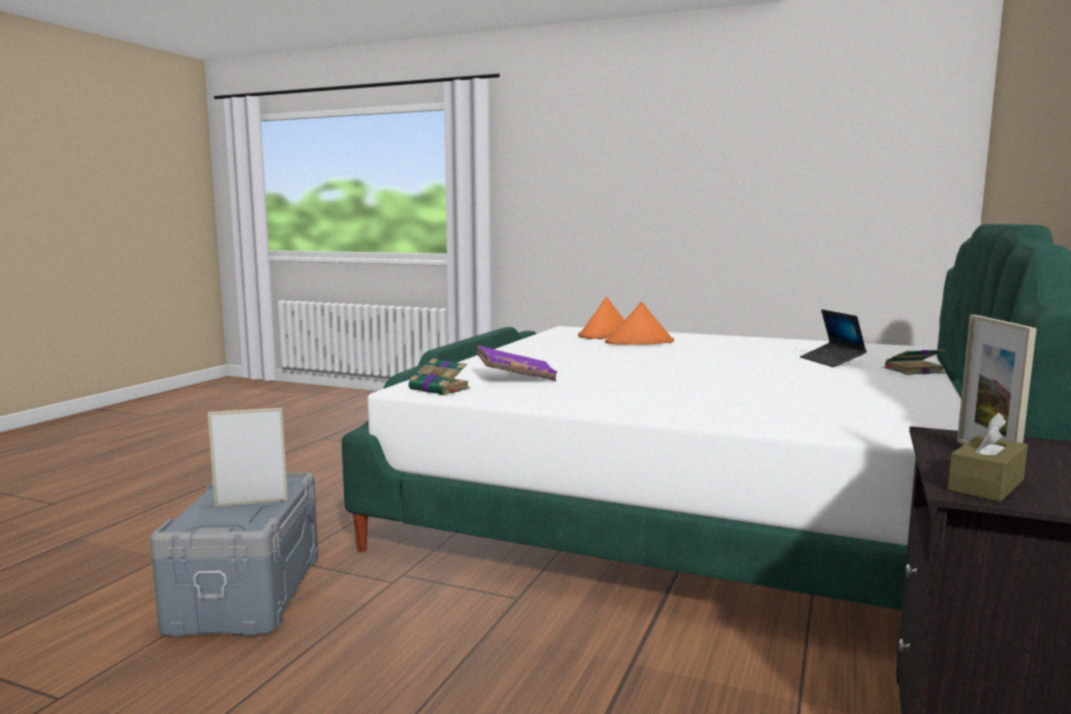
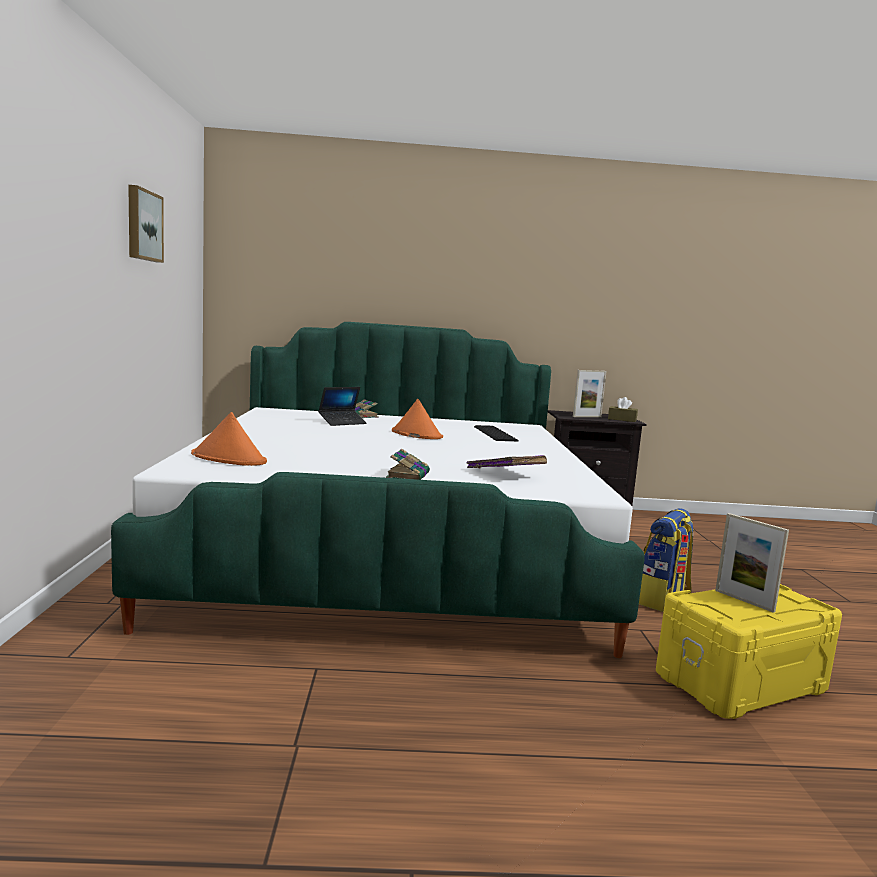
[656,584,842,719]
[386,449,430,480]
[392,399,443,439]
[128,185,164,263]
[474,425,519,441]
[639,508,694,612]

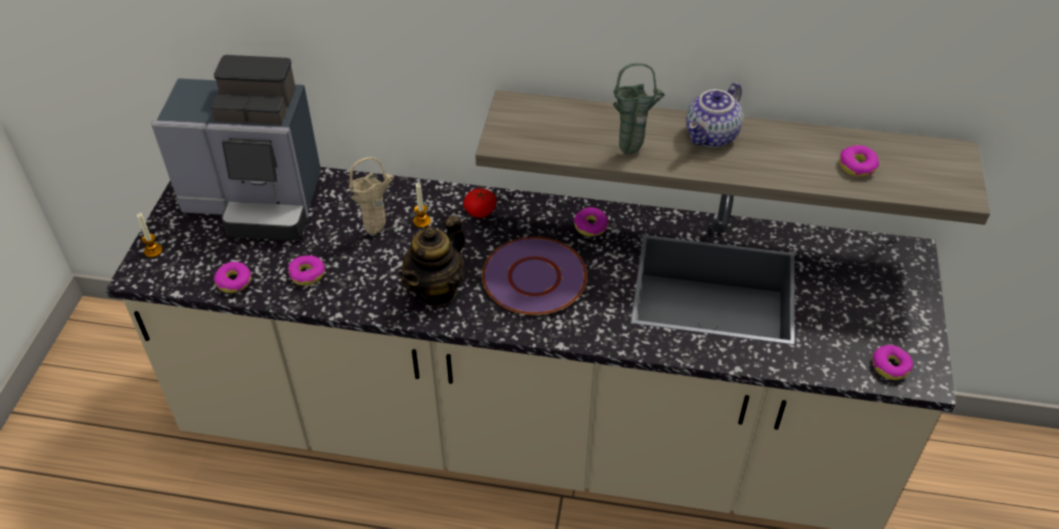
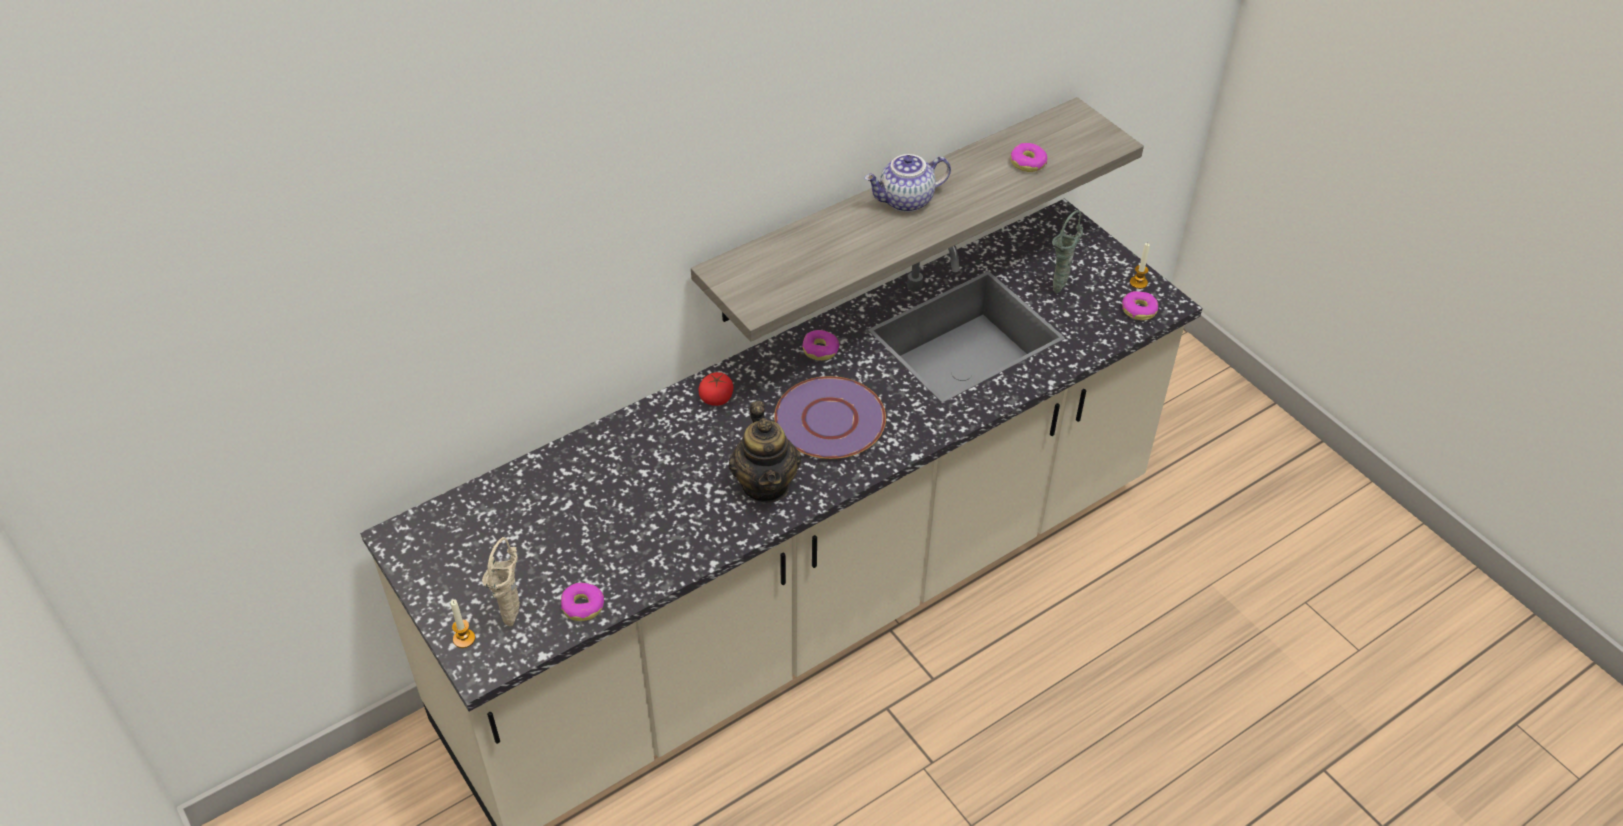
[151,55,321,241] (first image)
[288,255,325,286] (first image)
[482,537,520,626]
[1130,243,1150,289]
[1052,210,1083,294]
[864,154,951,212]

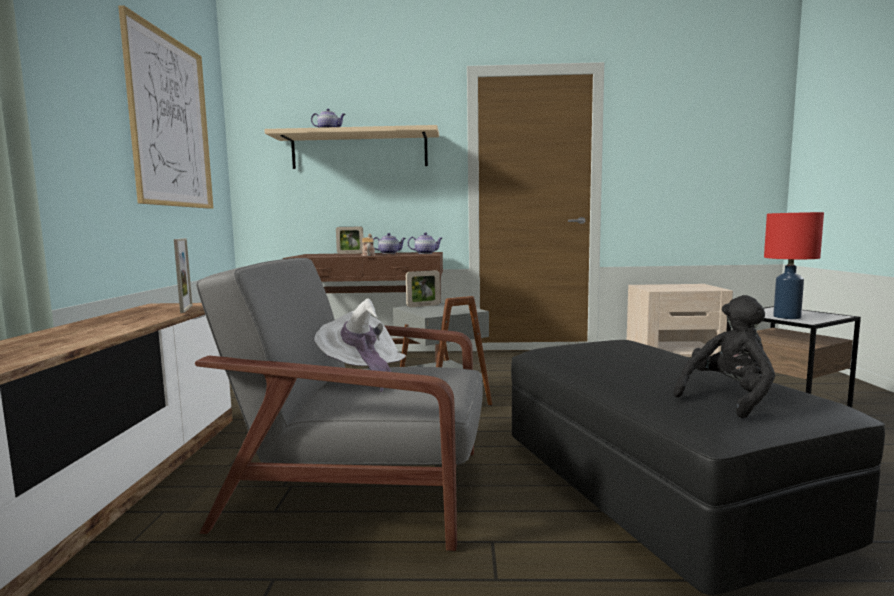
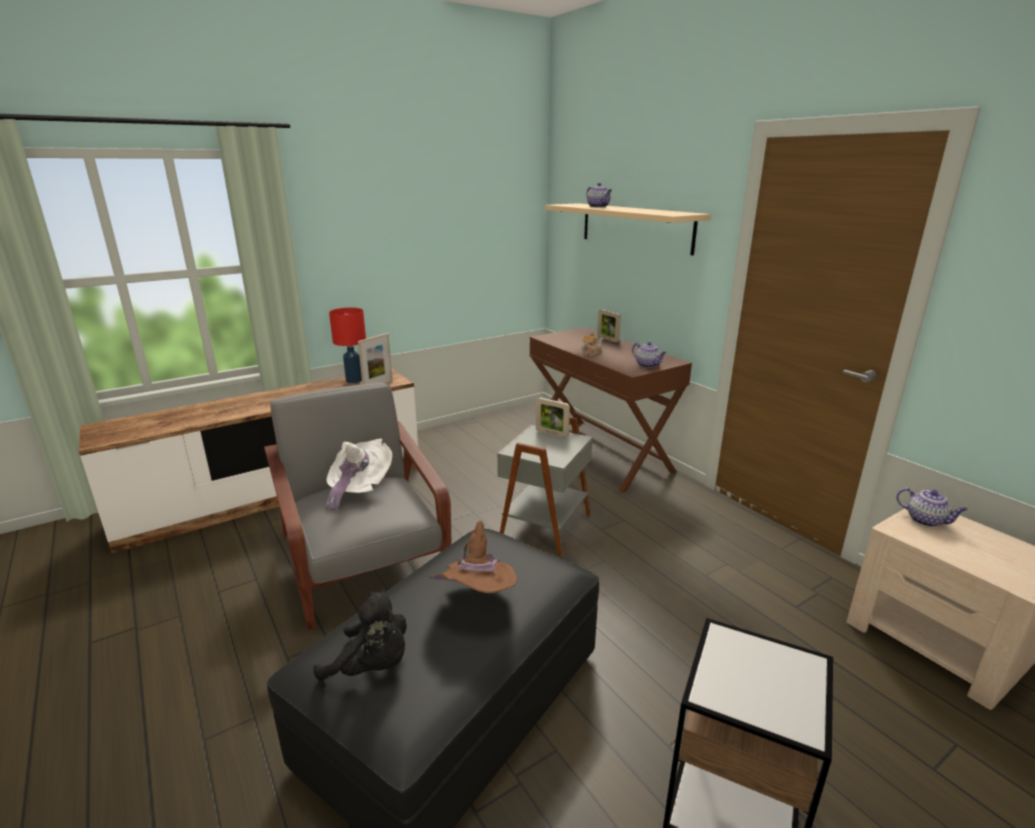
[118,5,213,209] (first image)
[896,488,968,527]
[329,308,366,383]
[428,521,517,593]

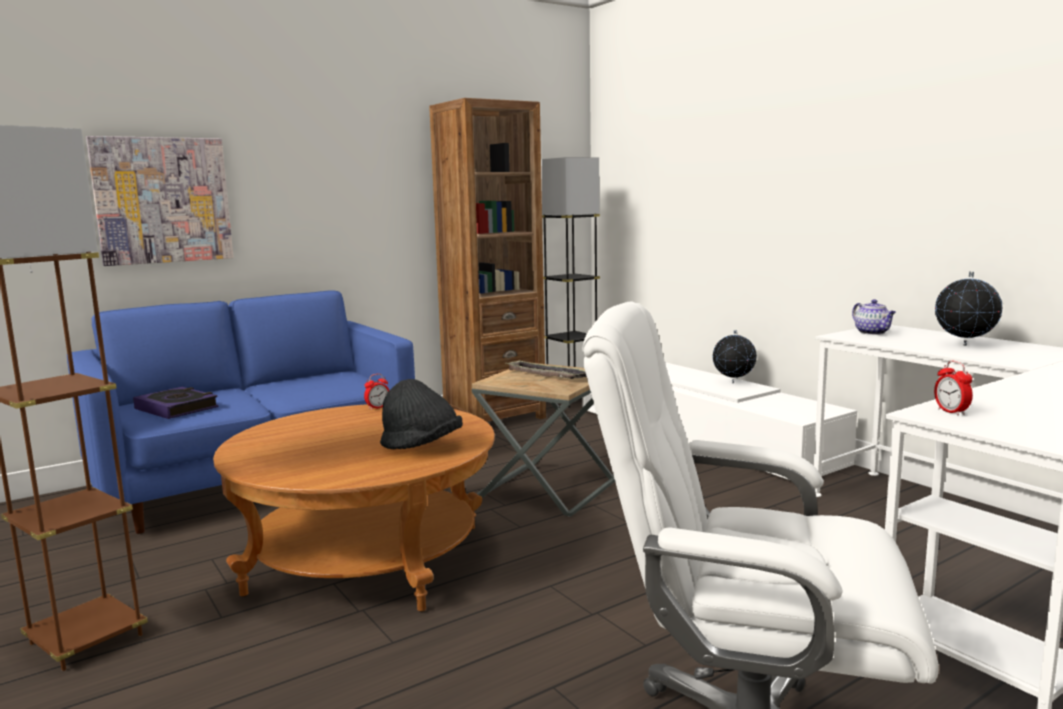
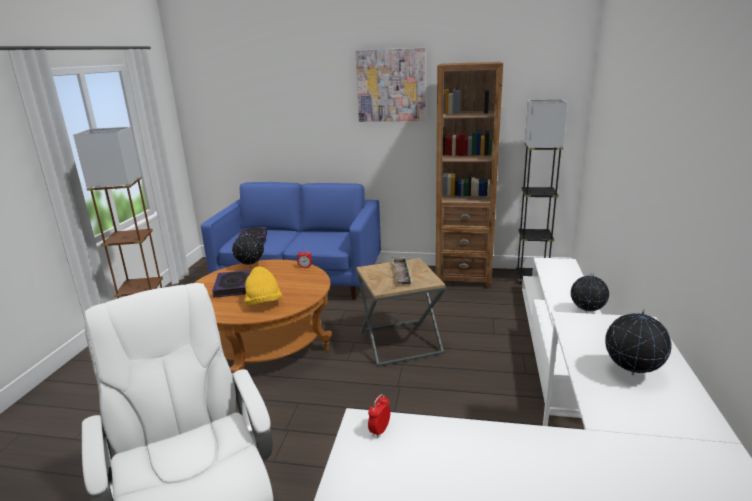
[356,48,426,122]
[244,266,282,305]
[852,299,896,335] (first image)
[212,270,250,298]
[232,231,264,268]

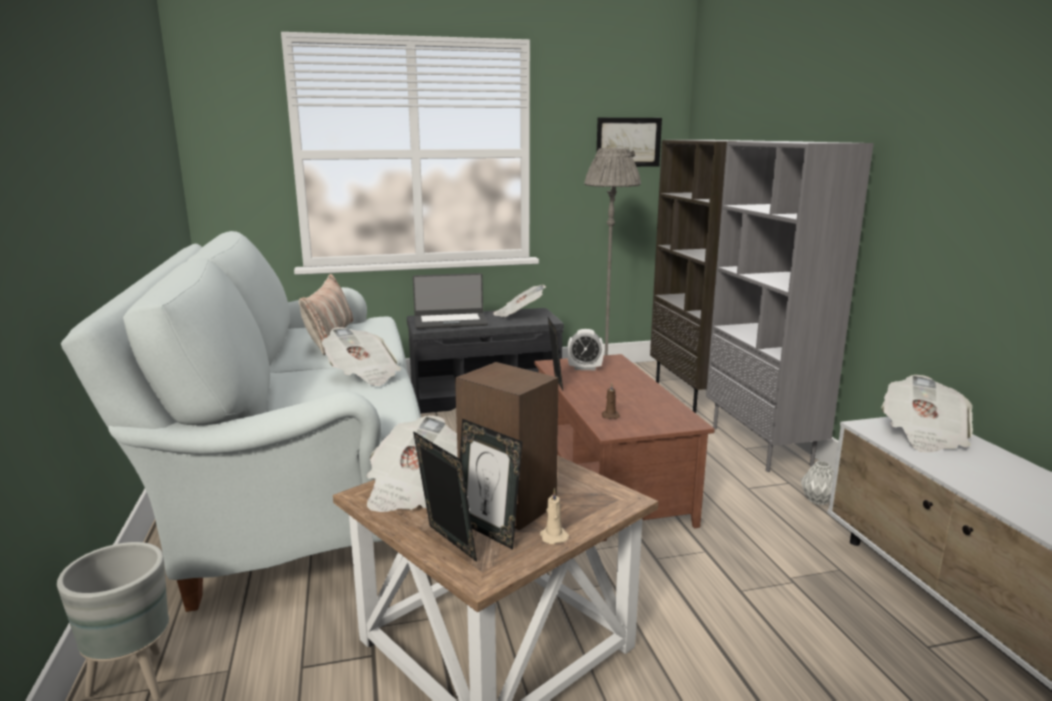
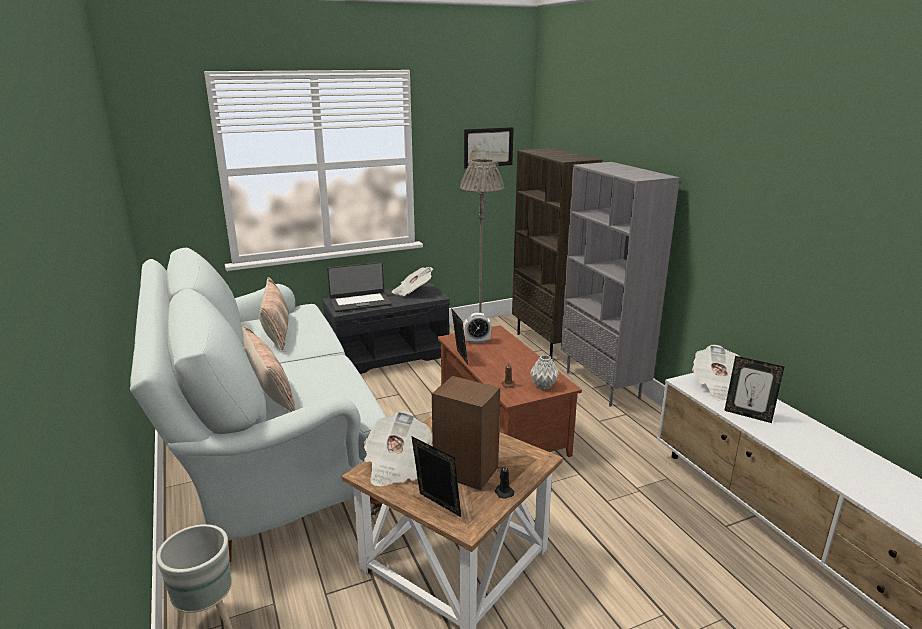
[322,327,401,386] (first image)
[724,356,784,423]
[495,463,514,499]
[530,355,559,389]
[242,325,295,412]

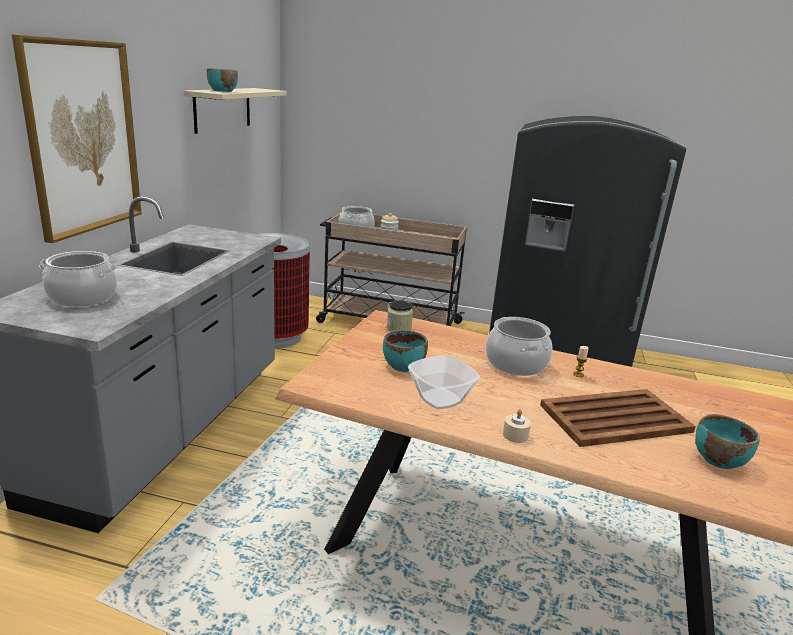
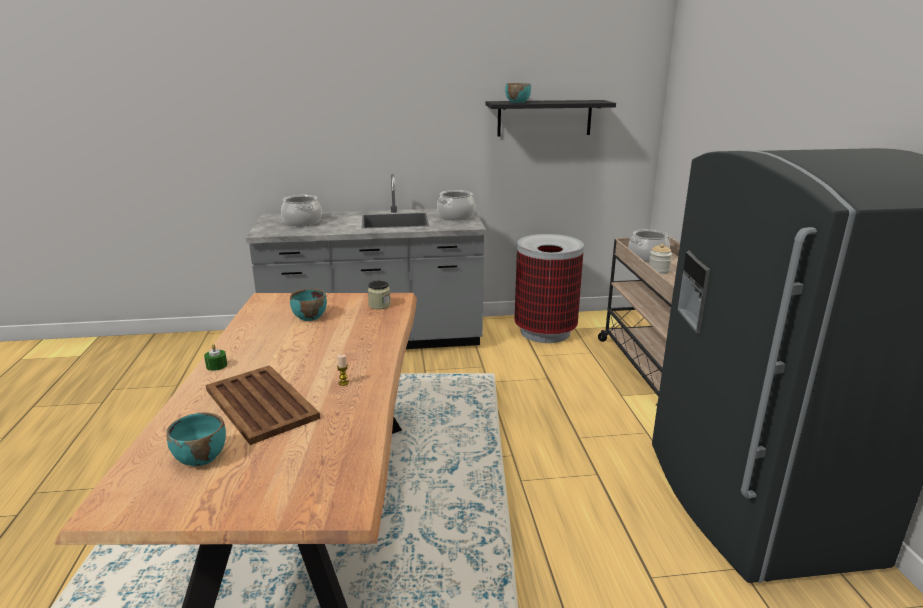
[12,34,142,243] (first image)
[485,100,616,137]
[408,355,480,409] (first image)
[437,190,475,220]
[204,344,227,371]

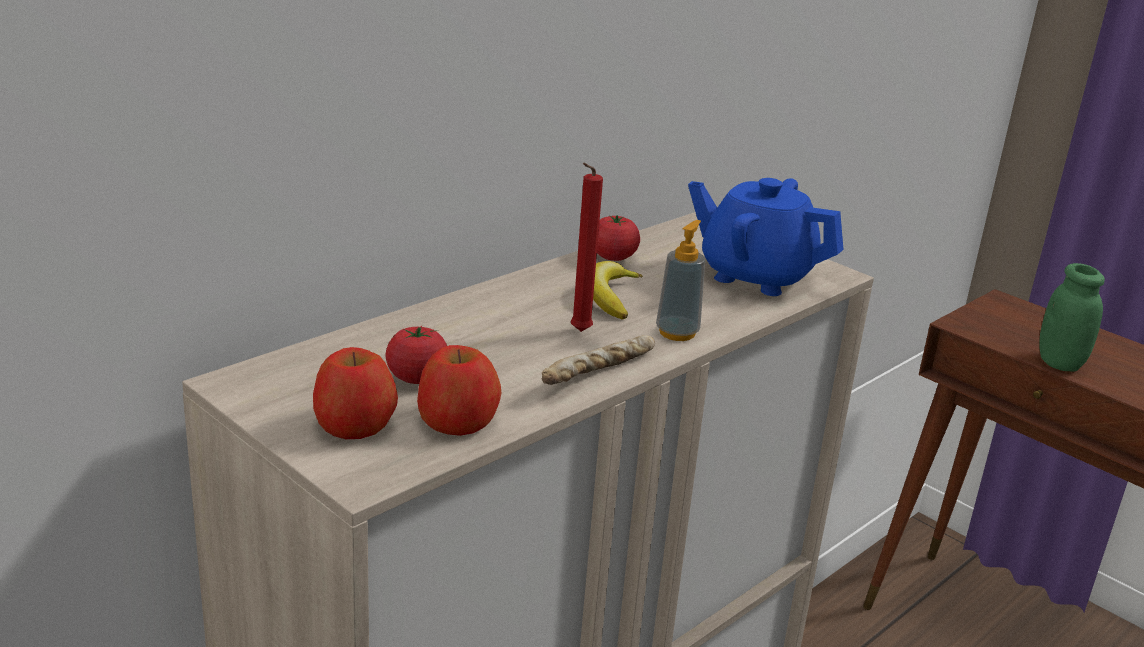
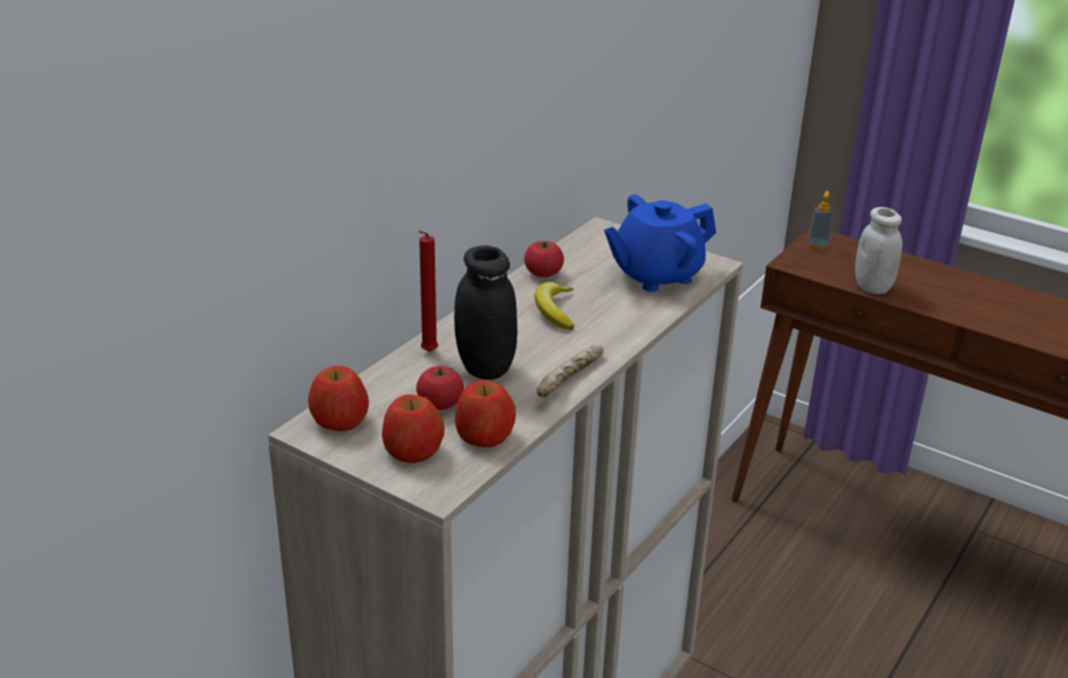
[419,231,438,352]
[808,191,833,250]
[604,194,716,292]
[855,207,902,294]
[308,366,369,431]
[454,245,517,380]

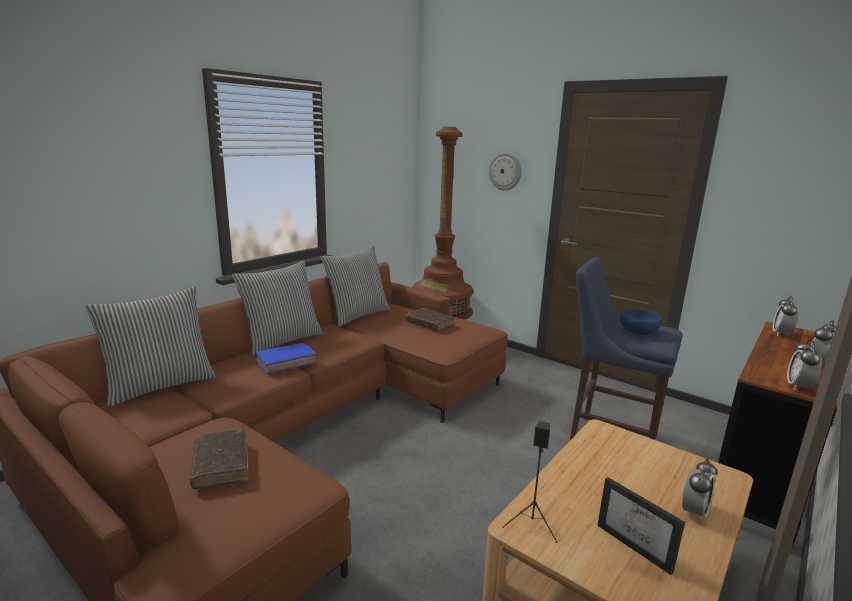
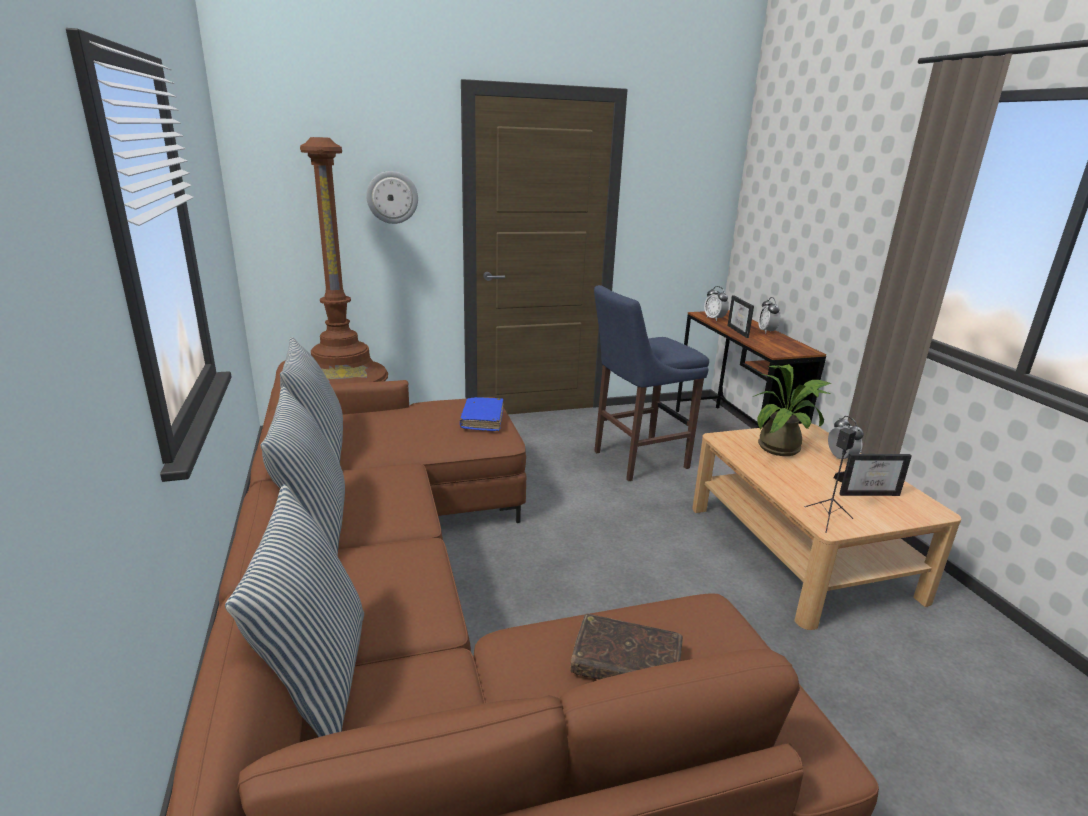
[460,397,503,431]
[406,308,455,331] (first image)
[620,309,662,335] (first image)
[787,339,822,390] (first image)
[727,295,754,338]
[753,364,832,456]

